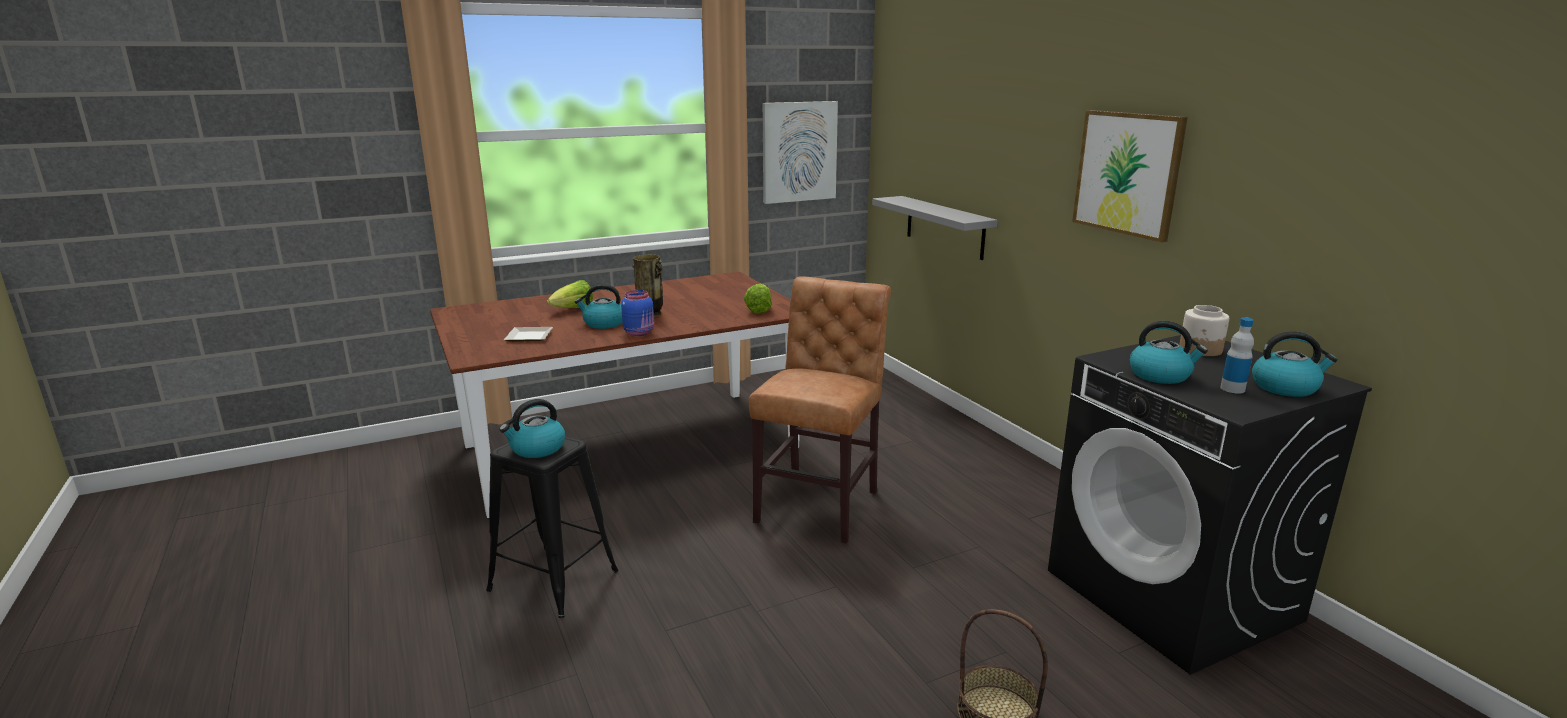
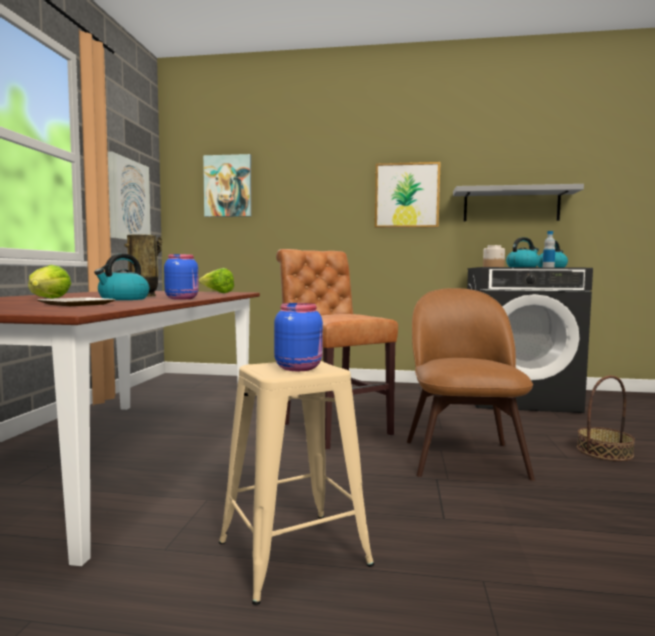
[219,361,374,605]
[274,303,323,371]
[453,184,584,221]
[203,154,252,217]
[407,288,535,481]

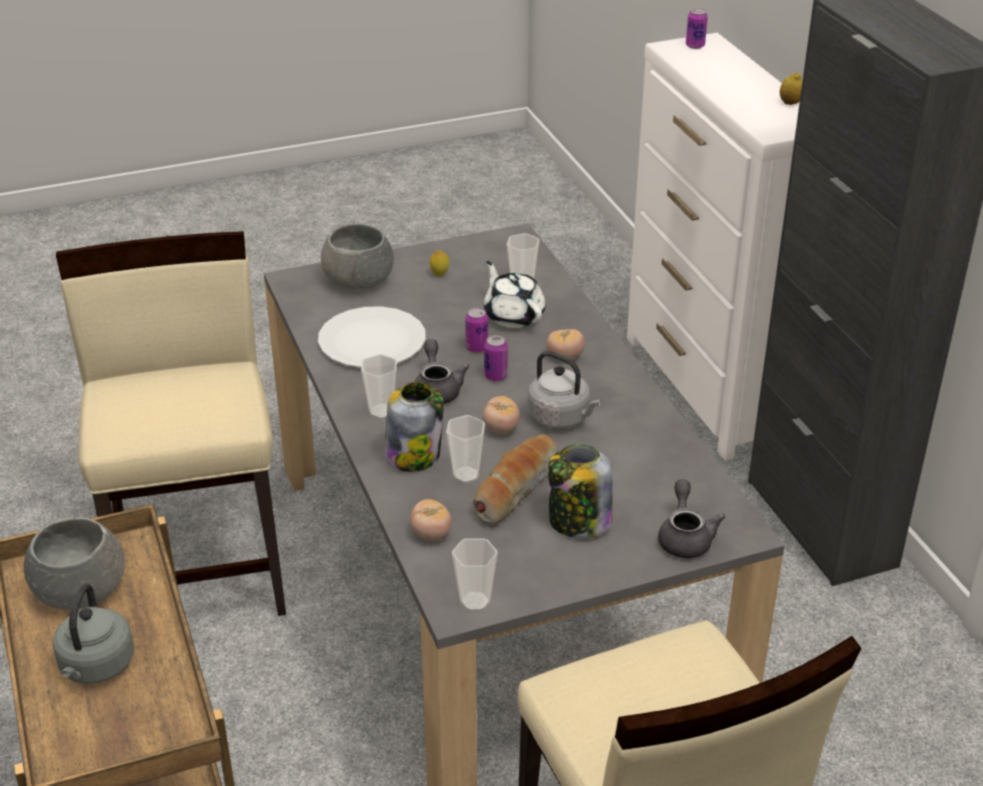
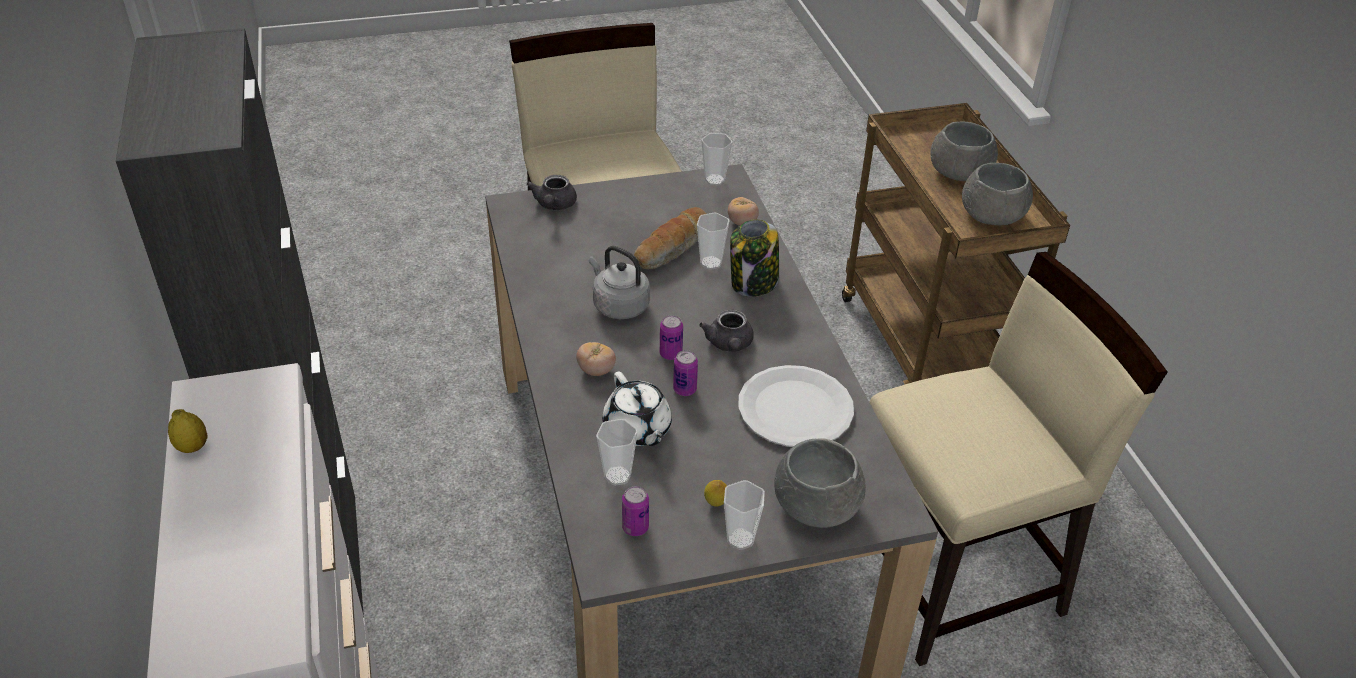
[930,121,998,181]
[869,252,1168,666]
[724,480,765,550]
[483,396,520,434] (first image)
[548,444,613,538] (first image)
[622,486,649,536]

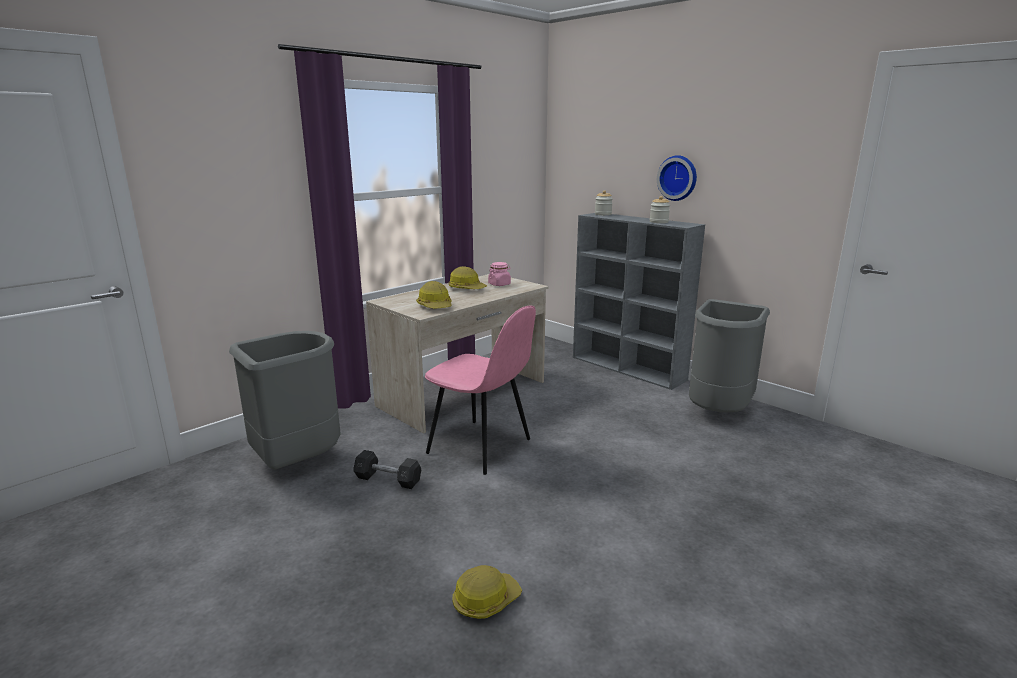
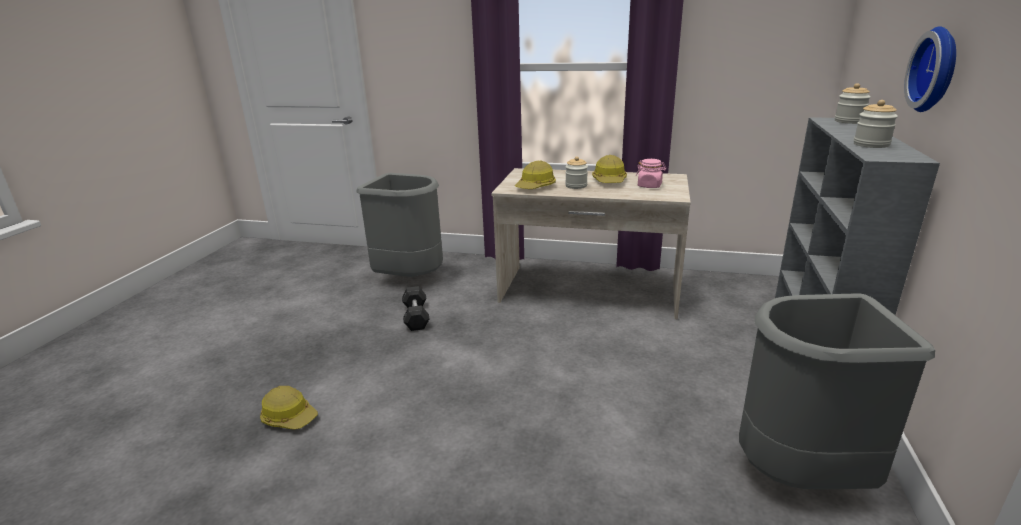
[425,305,536,475] (first image)
[565,156,588,189]

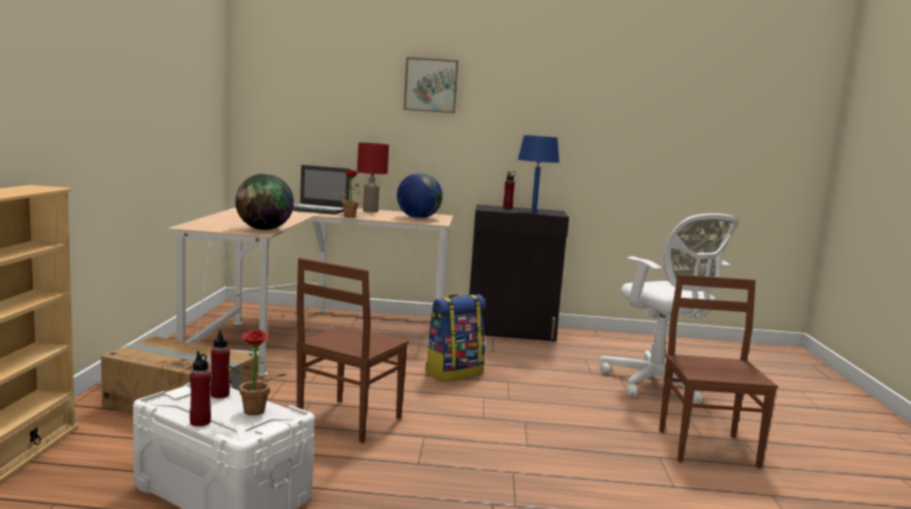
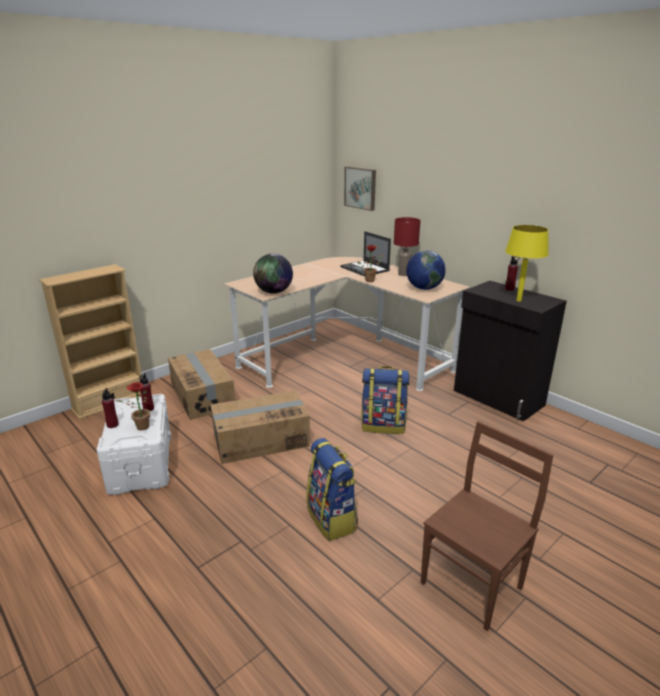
[210,391,310,464]
[344,167,376,211]
[505,225,549,302]
[600,213,739,404] (first image)
[306,438,358,541]

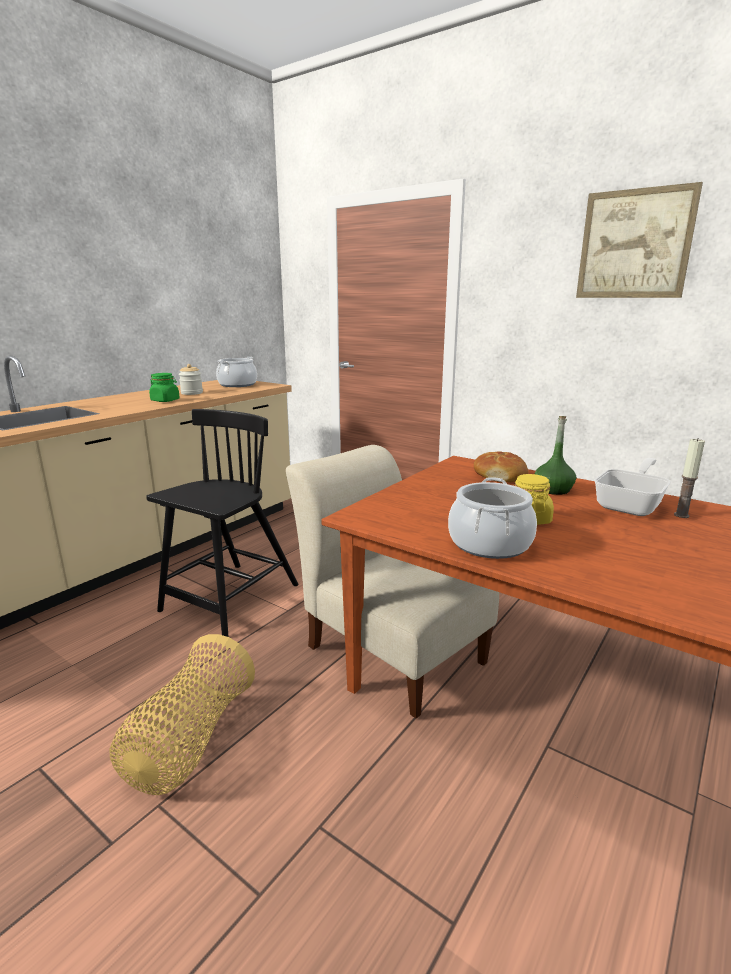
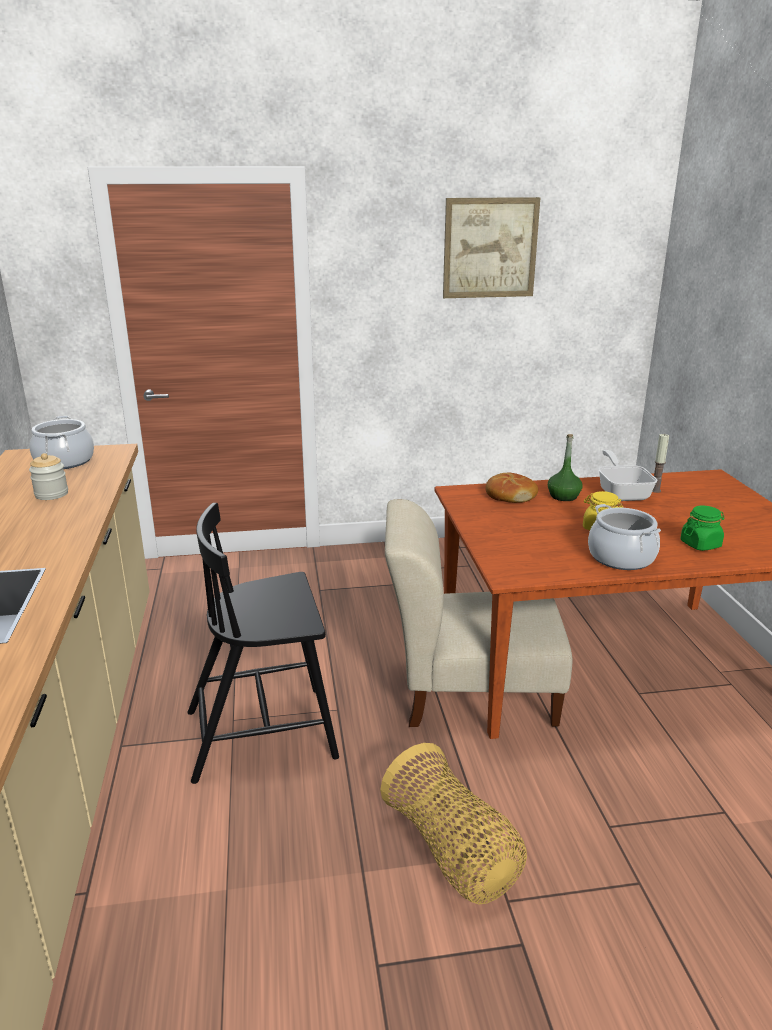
[188,503,339,784]
[681,506,724,551]

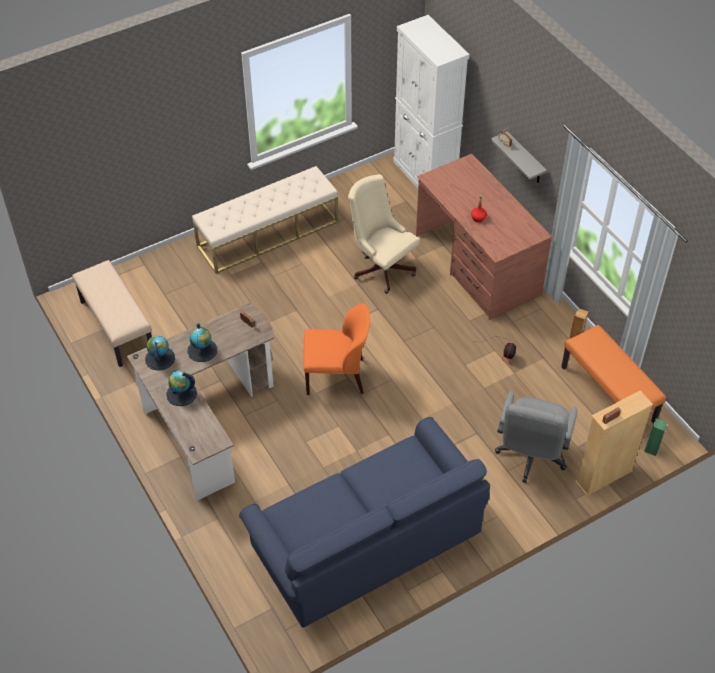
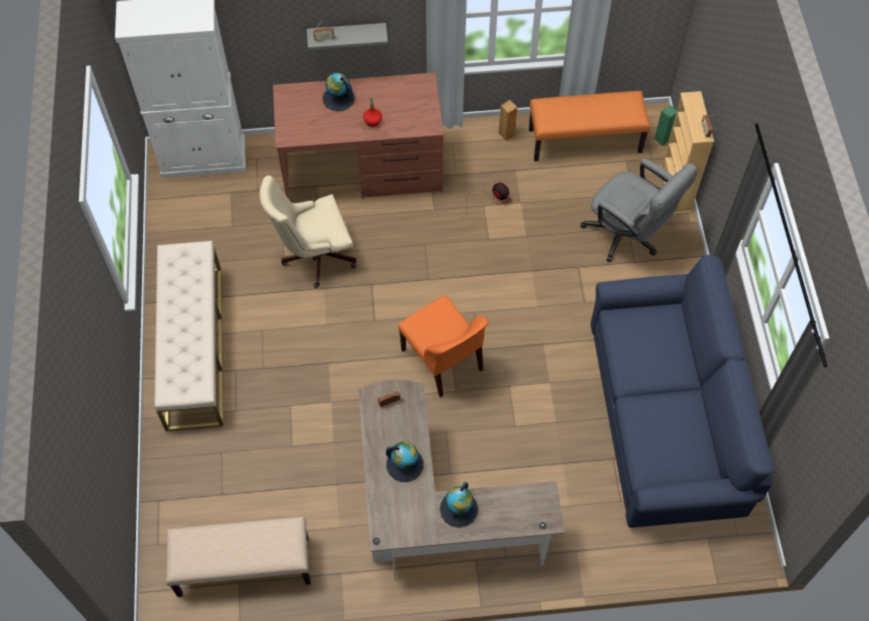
[322,73,355,111]
[398,295,489,398]

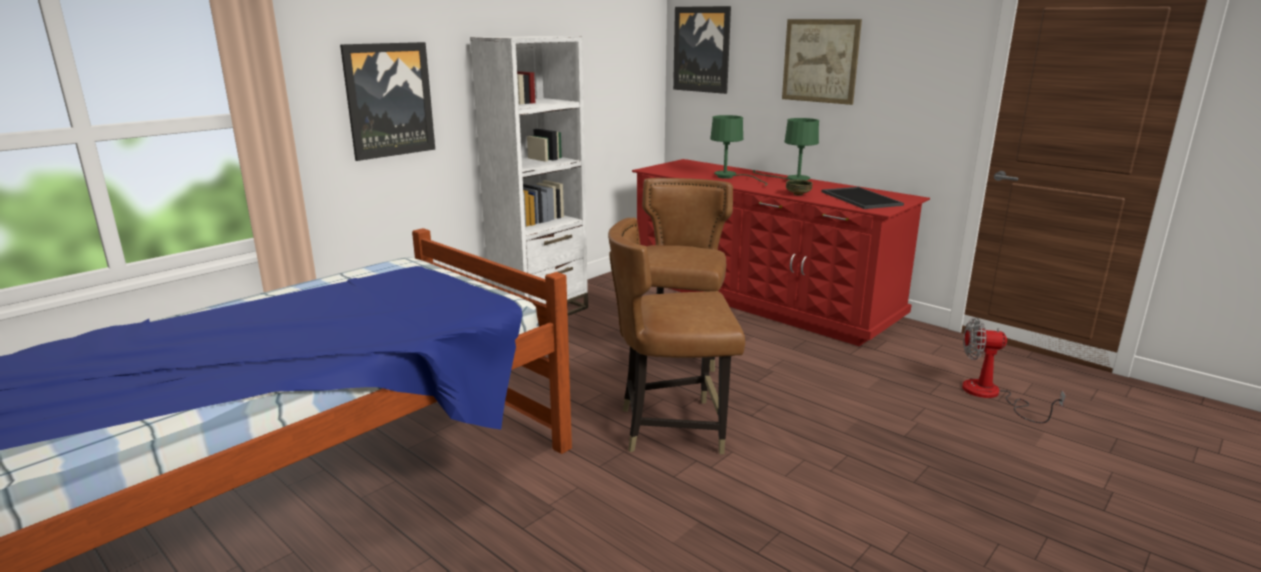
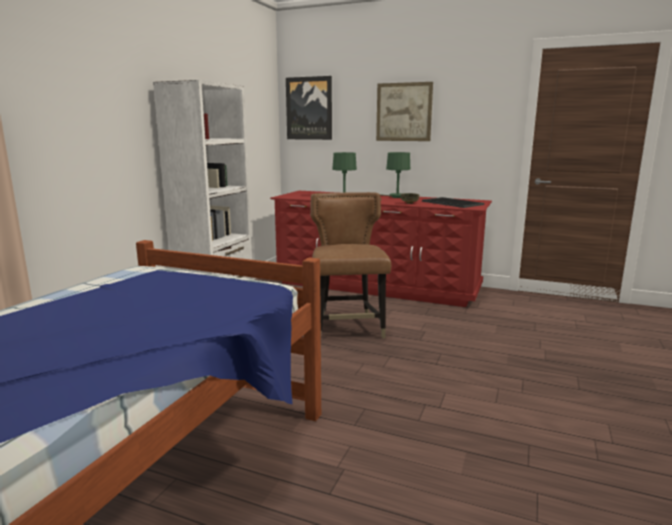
[340,42,435,161] (first image)
[608,218,745,454] (first image)
[962,317,1066,423] (first image)

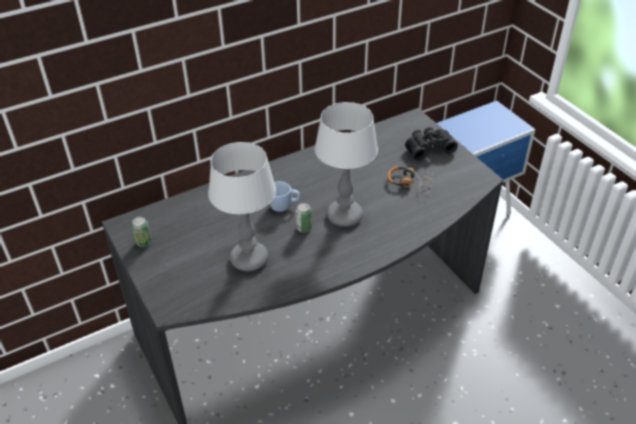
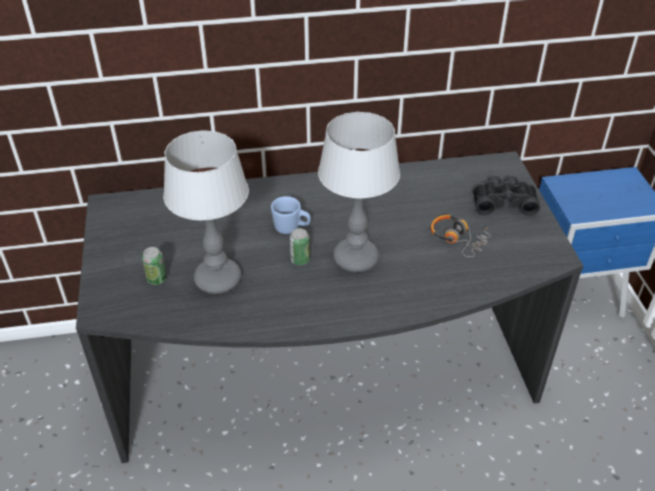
[142,247,167,285]

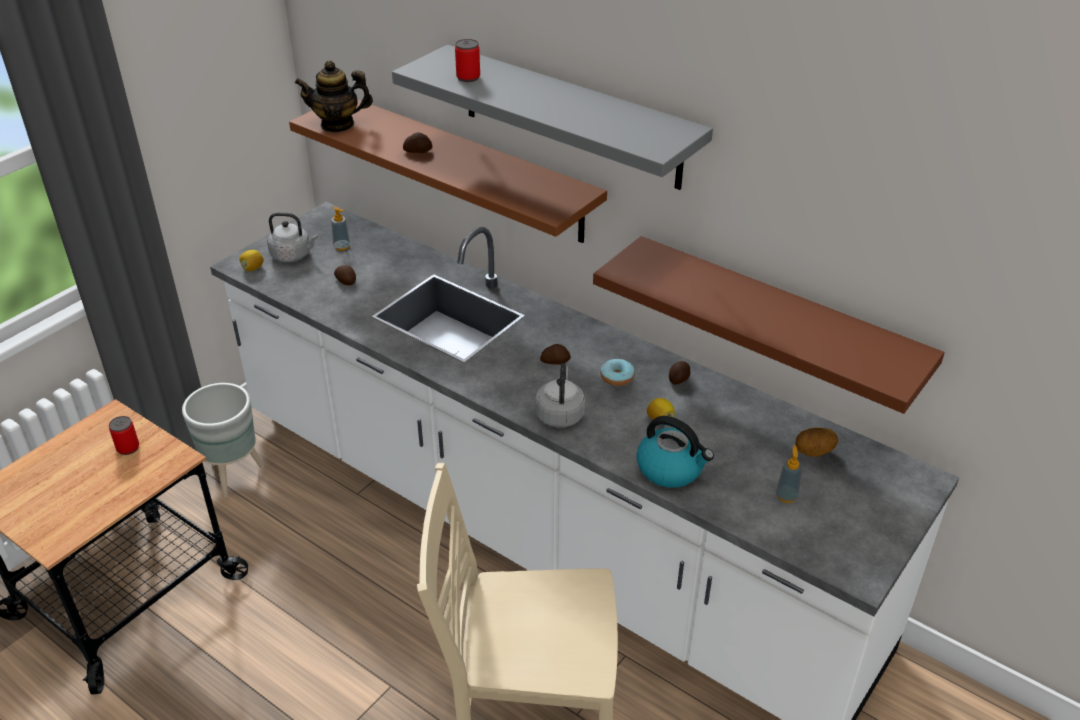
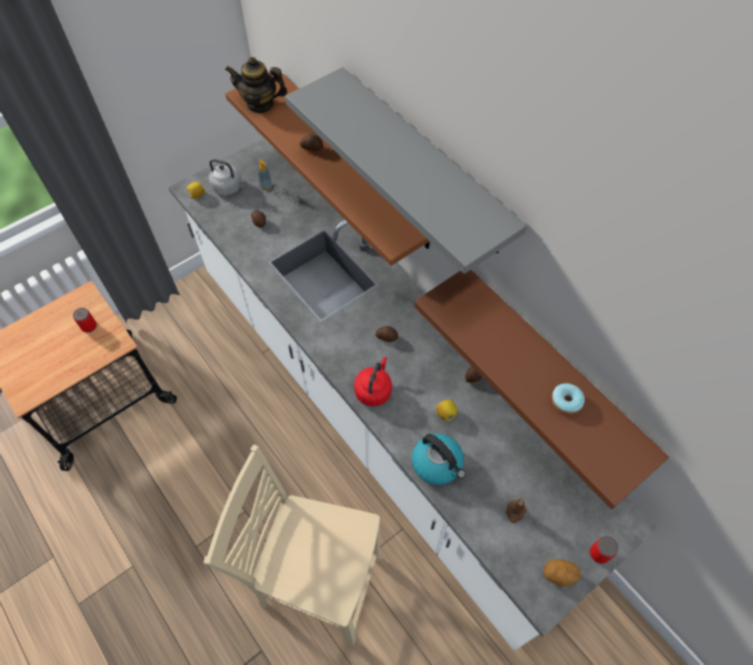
[182,383,264,498] (first image)
[590,536,619,564]
[354,357,392,406]
[552,383,585,414]
[506,498,526,523]
[543,559,581,586]

